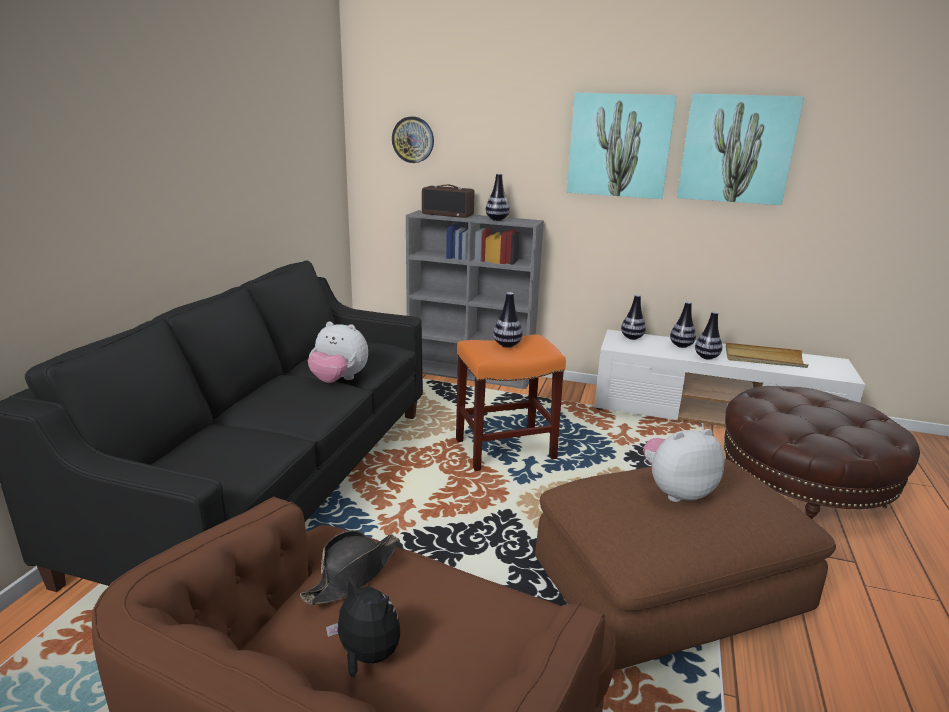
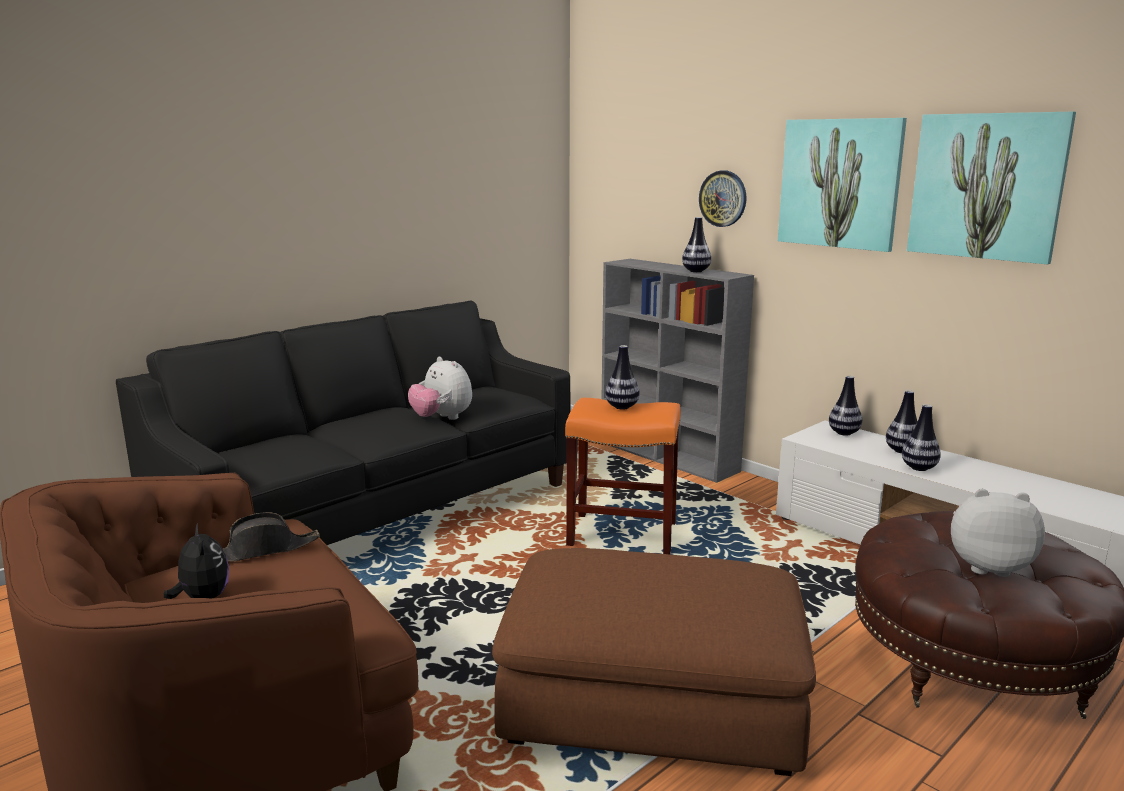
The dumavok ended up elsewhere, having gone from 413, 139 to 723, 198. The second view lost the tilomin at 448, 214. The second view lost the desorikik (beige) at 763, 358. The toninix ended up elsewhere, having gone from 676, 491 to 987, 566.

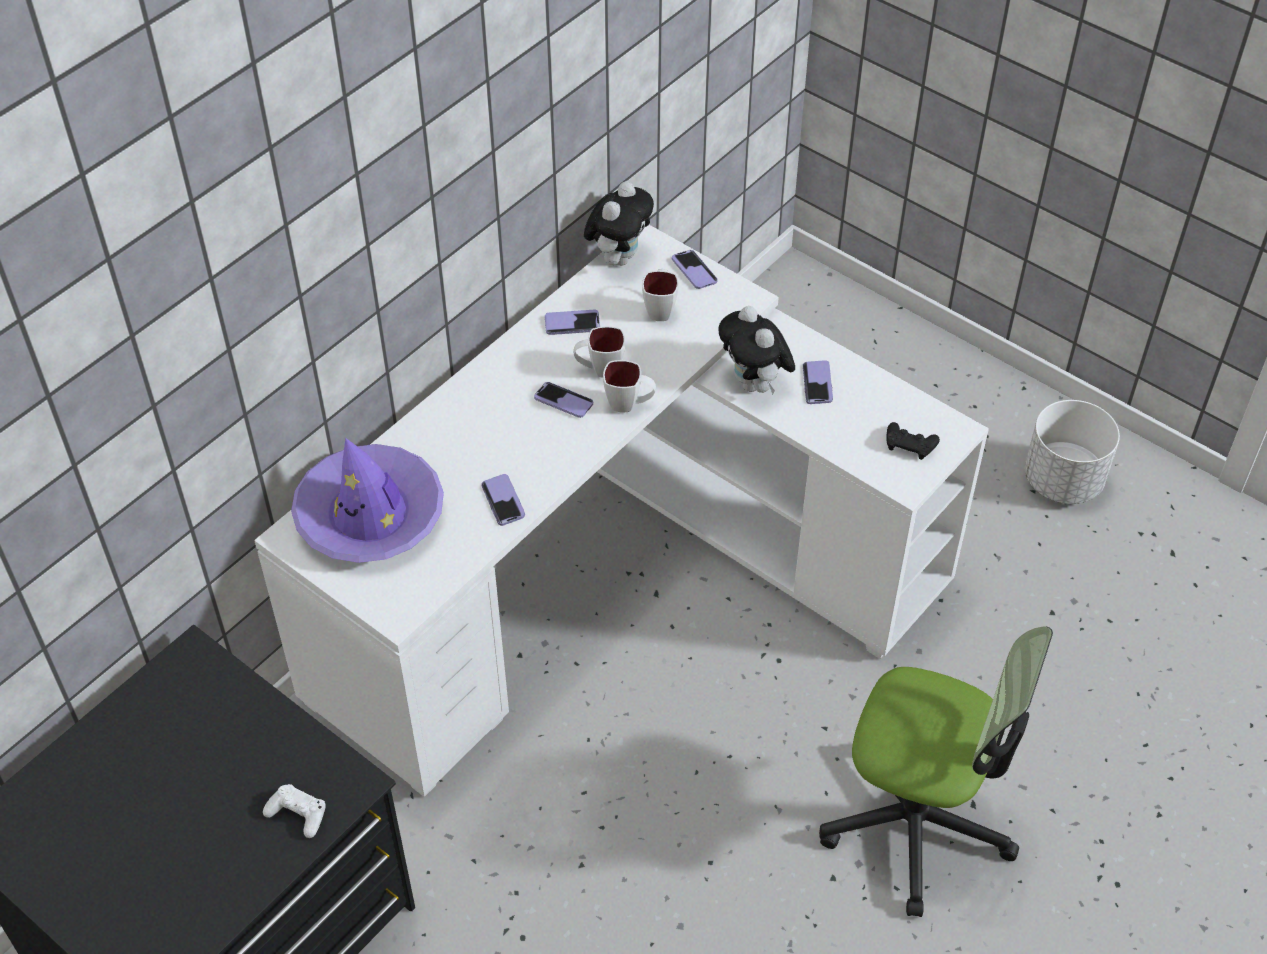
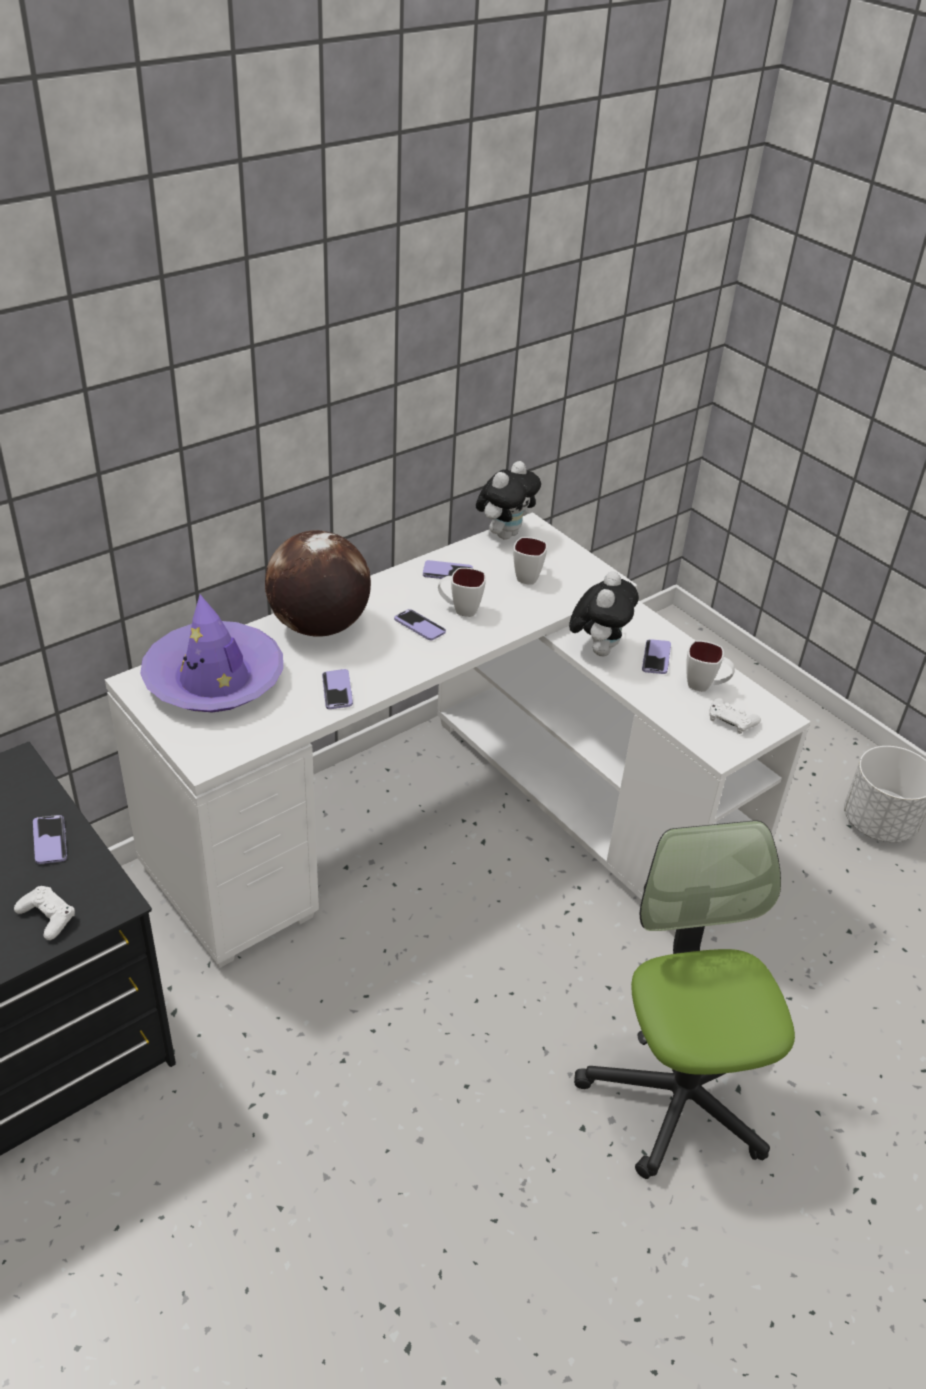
The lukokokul ended up elsewhere, having gone from 694, 270 to 50, 841. The toninix at 755, 385 ended up facing another way, 150 degrees counterclockwise from before. The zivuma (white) ended up elsewhere, having gone from 629, 405 to 705, 686. What was the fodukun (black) at 910, 445 turned into the fodukun (white) at 731, 720. The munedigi at 917, 822 ended up facing another way, 135 degrees counterclockwise from before. The second view gained the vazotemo at 318, 626.

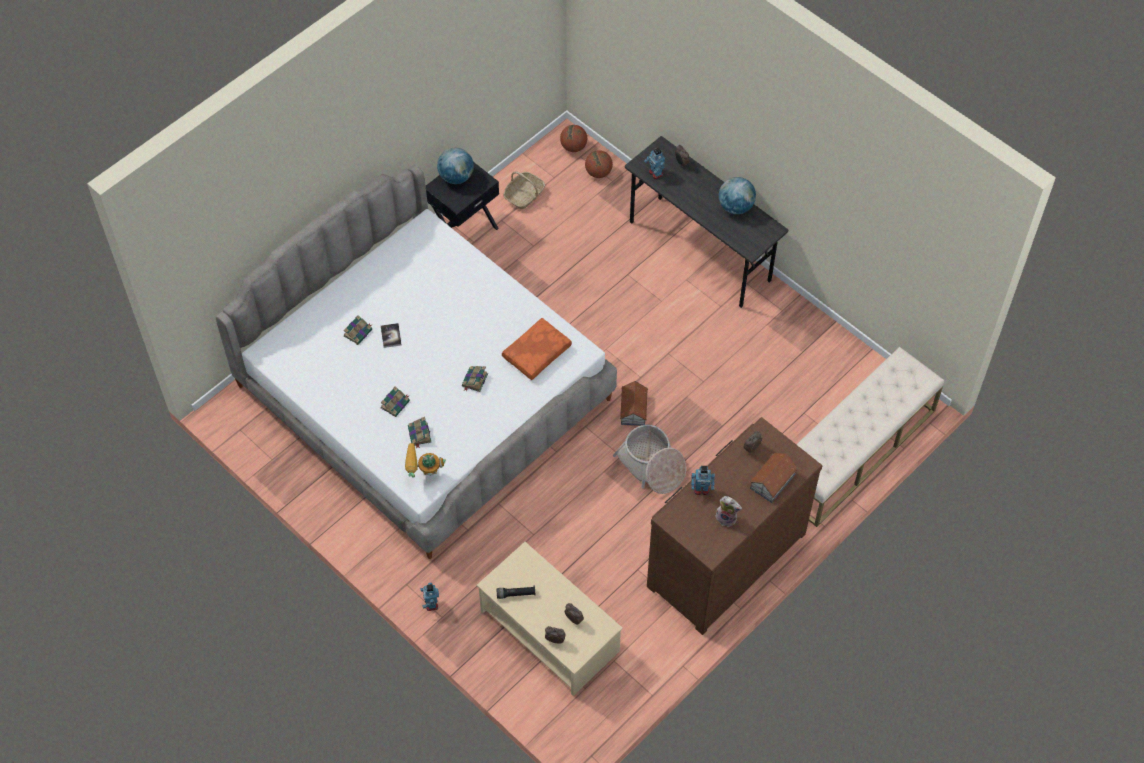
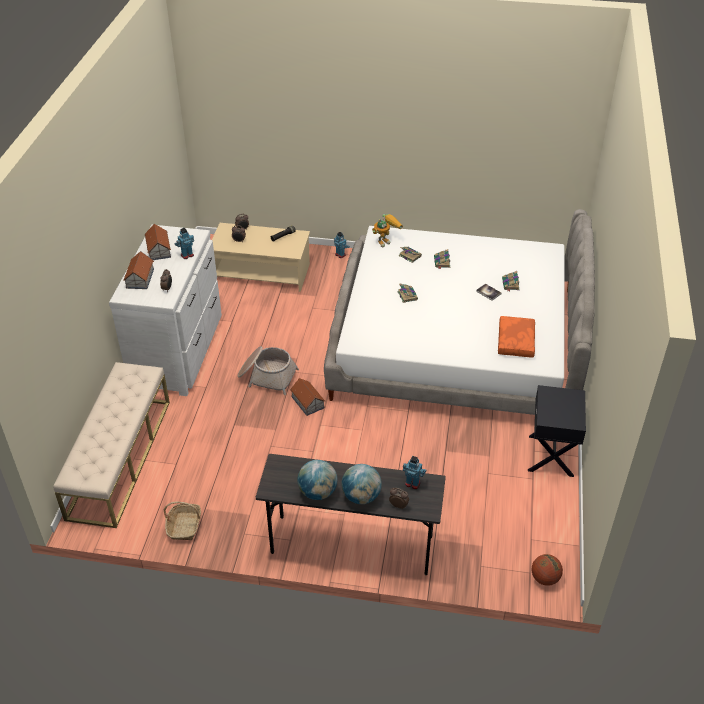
The vazotemo ended up elsewhere, having gone from 456, 177 to 361, 496. The second view lost the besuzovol at 598, 173. The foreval ended up elsewhere, having gone from 524, 195 to 184, 526. The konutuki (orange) ended up elsewhere, having gone from 536, 352 to 516, 342. What was the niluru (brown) at 723, 558 turned into the niluru (white) at 179, 351. Where the toninix stood at 727, 518, the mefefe came to stand at 159, 249.

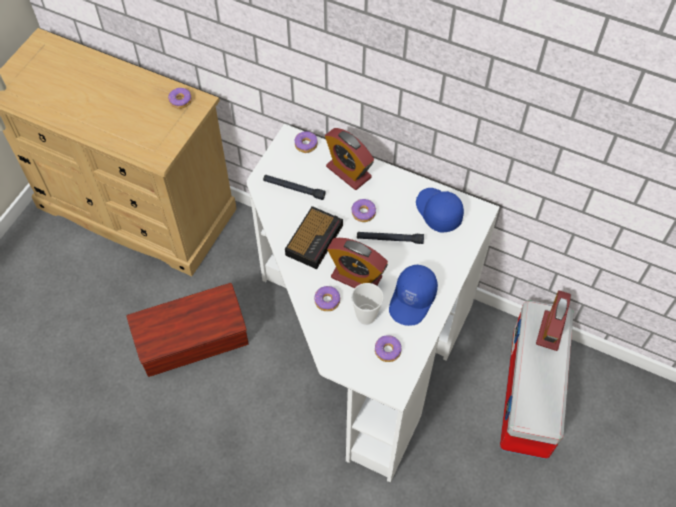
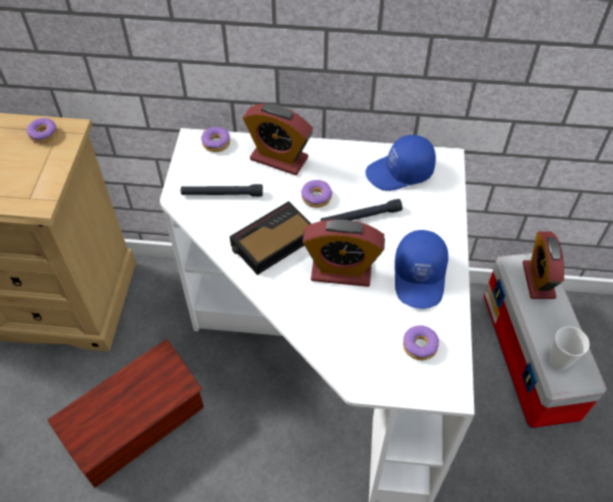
The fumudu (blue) at 437, 212 ended up facing another way, 60 degrees counterclockwise from before. The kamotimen at 315, 239 ended up facing another way, 135 degrees counterclockwise from before. The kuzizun ended up elsewhere, having gone from 366, 316 to 559, 361. The second view lost the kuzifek at 327, 301.

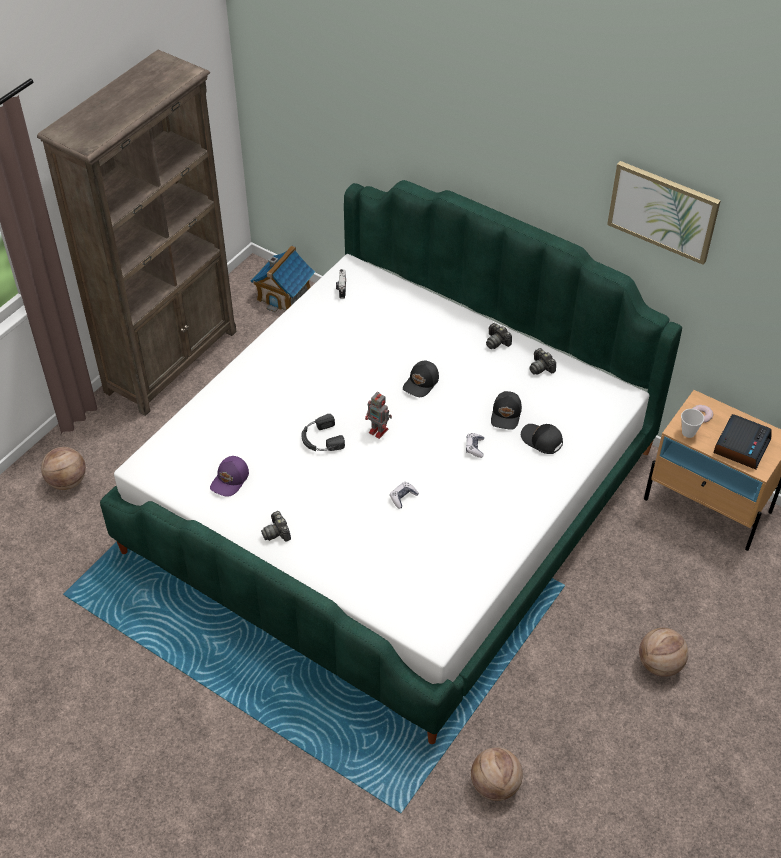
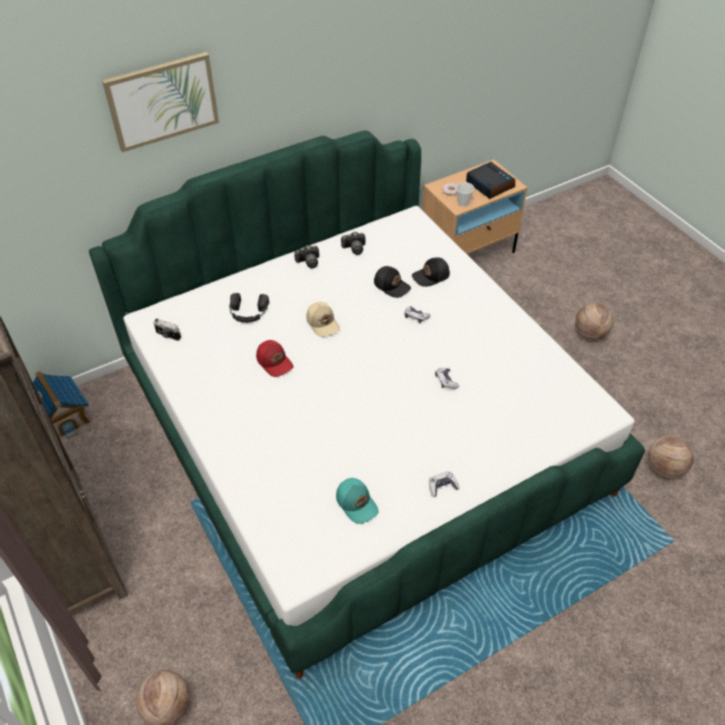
The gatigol ended up elsewhere, having gone from 663, 211 to 162, 101. What was the fumudu (black) at 421, 383 turned into the fumudu (beige) at 323, 323. The second view lost the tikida at 379, 431. The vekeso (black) ended up elsewhere, having gone from 321, 439 to 248, 312. What was the fumudu (purple) at 230, 480 turned into the fumudu (turquoise) at 357, 503. Where the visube stood at 277, 532, the fodukun came to stand at 442, 486. The second view gained the fumudu (red) at 275, 362.

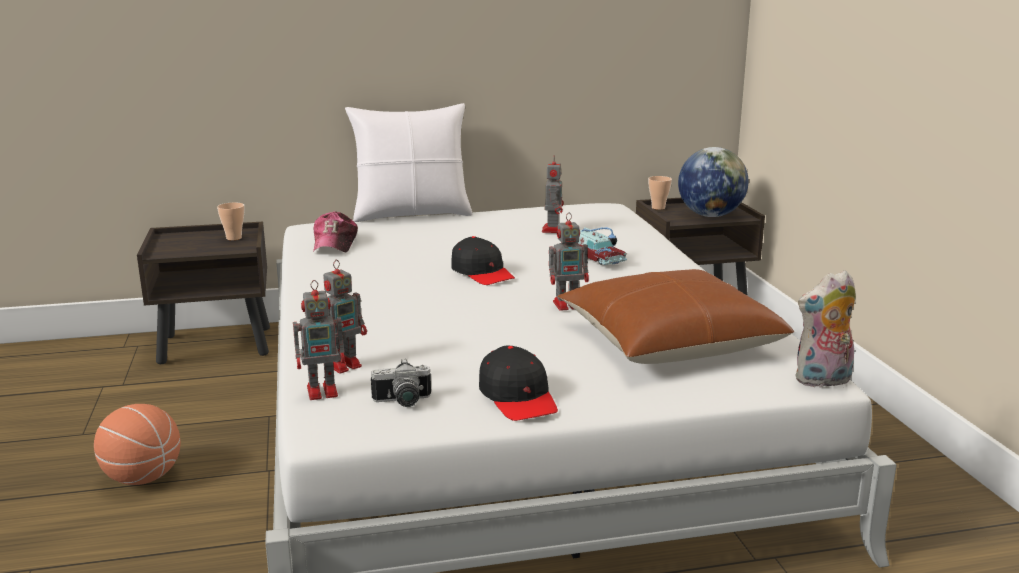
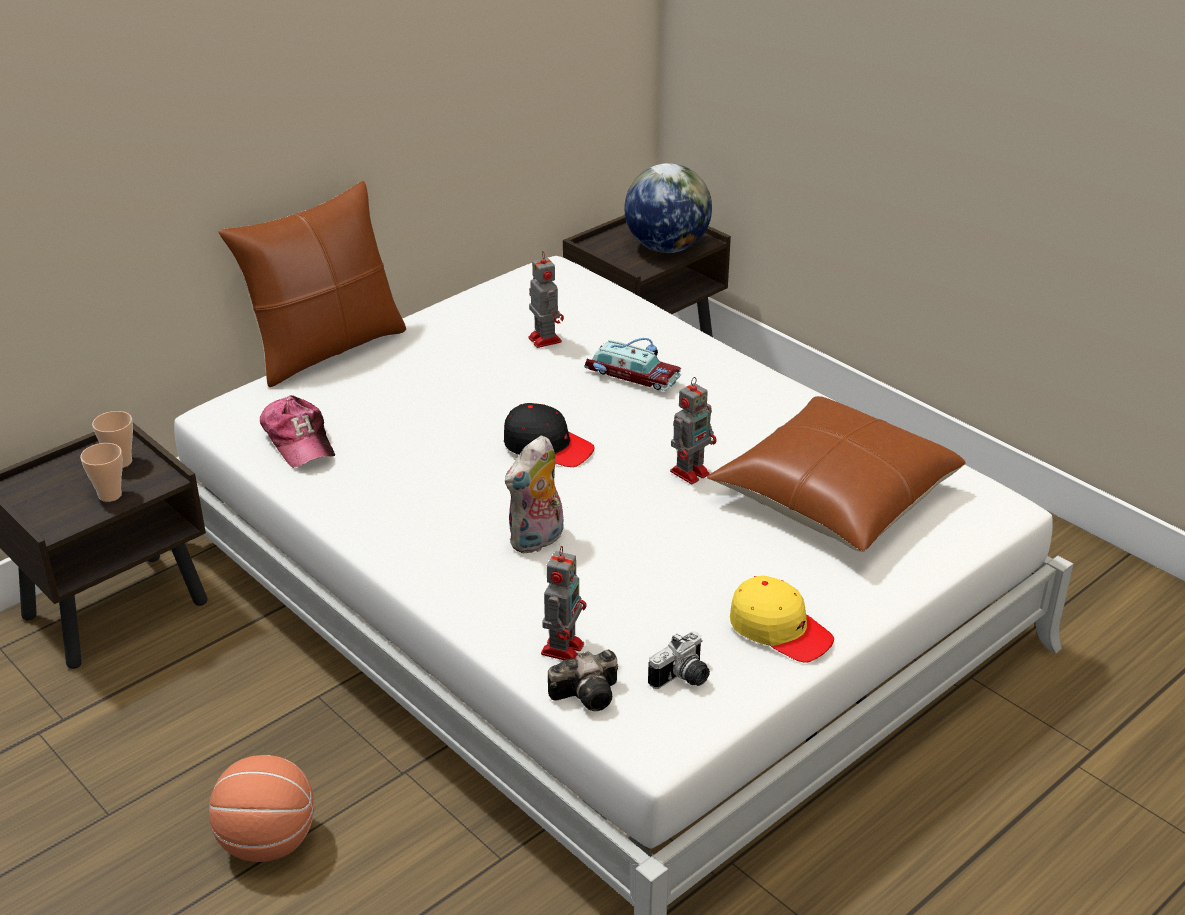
What was the konutuki (white) at 411, 214 turned into the konutuki (brown) at 326, 349. The kuzizun ended up elsewhere, having gone from 658, 207 to 110, 495. The toninix ended up elsewhere, having gone from 823, 381 to 537, 541. Where the tikida stood at 324, 391, the visube came to stand at 589, 694. What was the fumudu (black) at 518, 397 turned into the fumudu (yellow) at 779, 630.

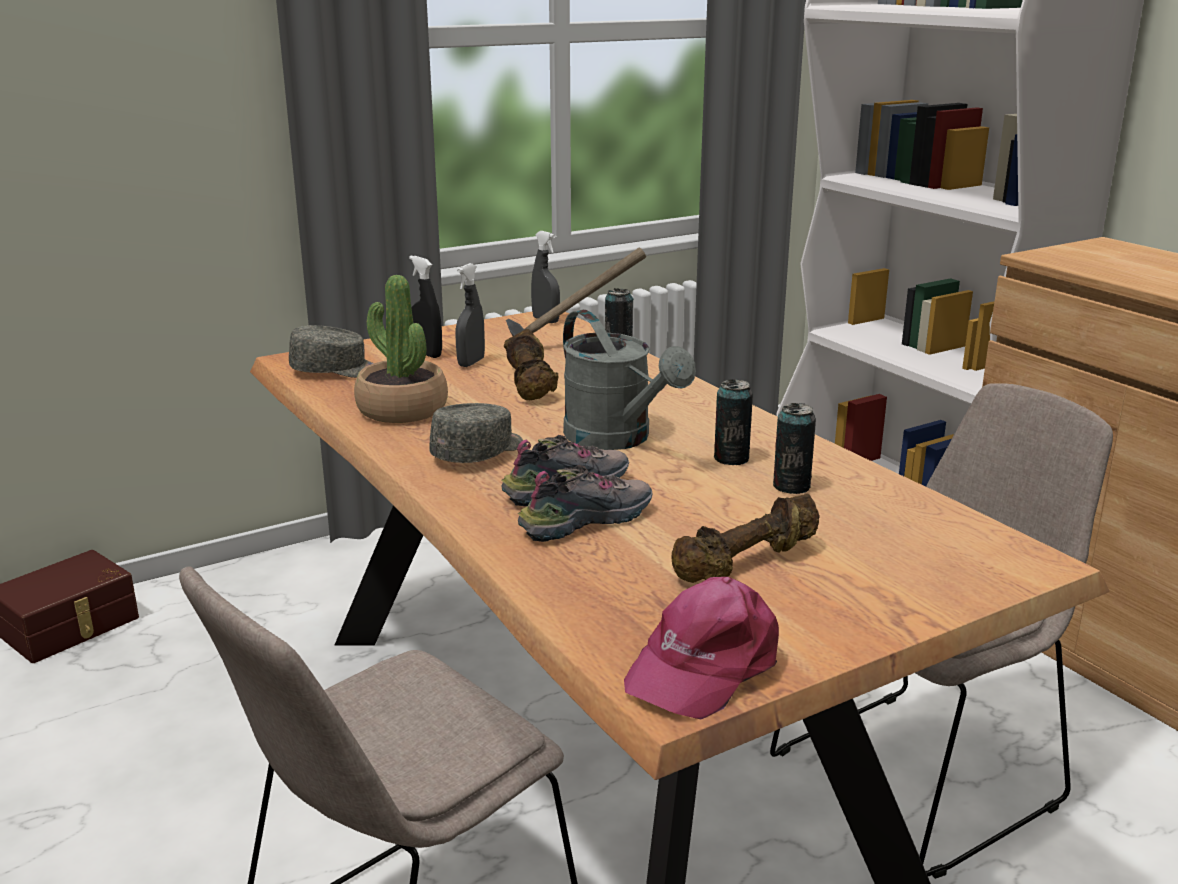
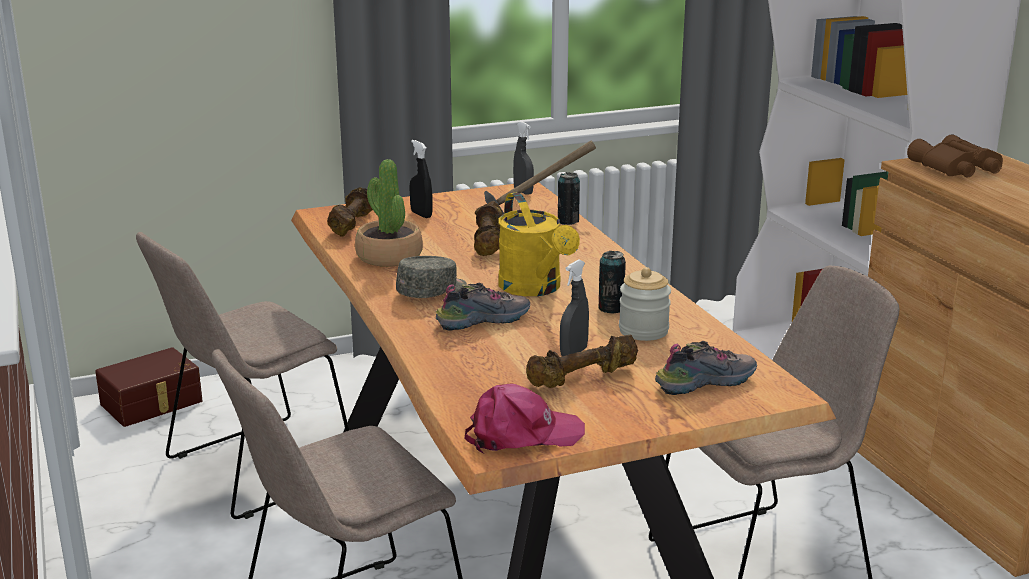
The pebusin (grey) ended up elsewhere, having gone from 471, 363 to 573, 353. What was the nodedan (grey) at 617, 439 turned into the nodedan (yellow) at 535, 289. Where the fumudu (grey) stood at 336, 371, the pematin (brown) came to stand at 351, 224. Where the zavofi stood at 791, 486, the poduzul came to stand at 643, 331. The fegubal ended up elsewhere, having gone from 586, 521 to 705, 382. The fumudu (pink) at 703, 665 ended up facing another way, 150 degrees counterclockwise from before. The second view gained the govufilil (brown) at 955, 168. The second view gained the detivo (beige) at 254, 470.

